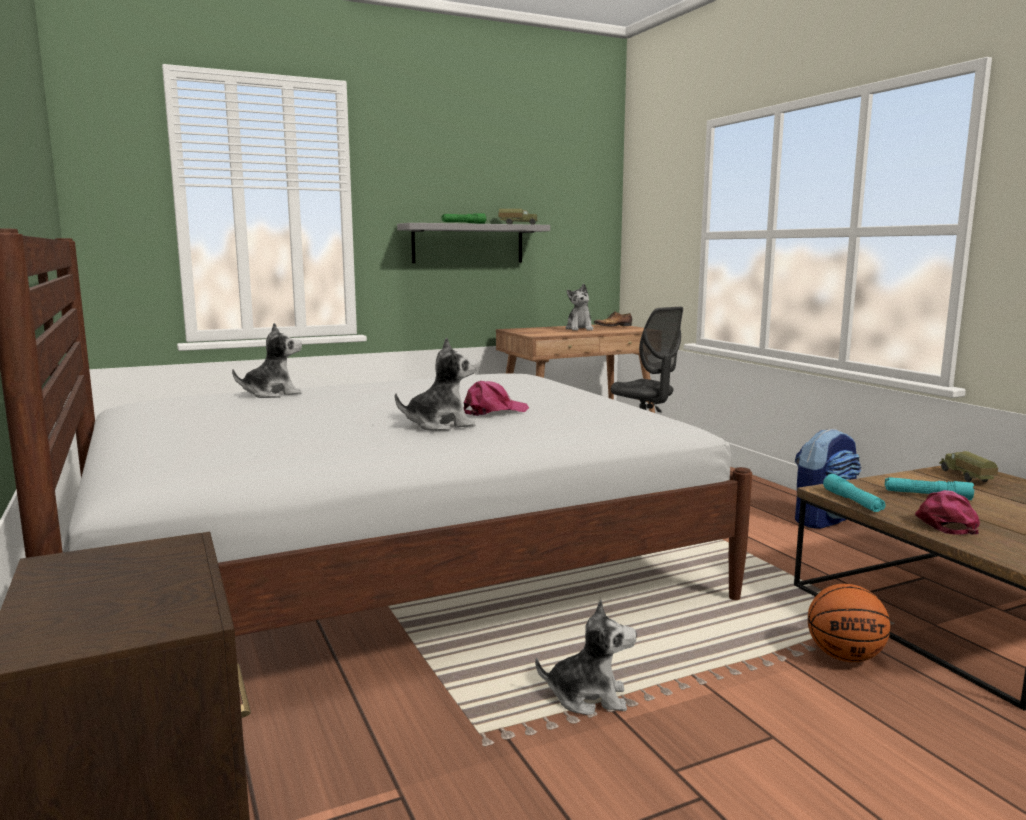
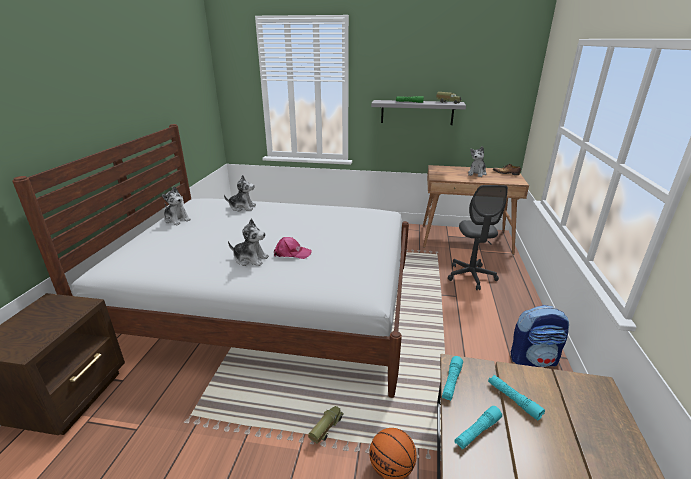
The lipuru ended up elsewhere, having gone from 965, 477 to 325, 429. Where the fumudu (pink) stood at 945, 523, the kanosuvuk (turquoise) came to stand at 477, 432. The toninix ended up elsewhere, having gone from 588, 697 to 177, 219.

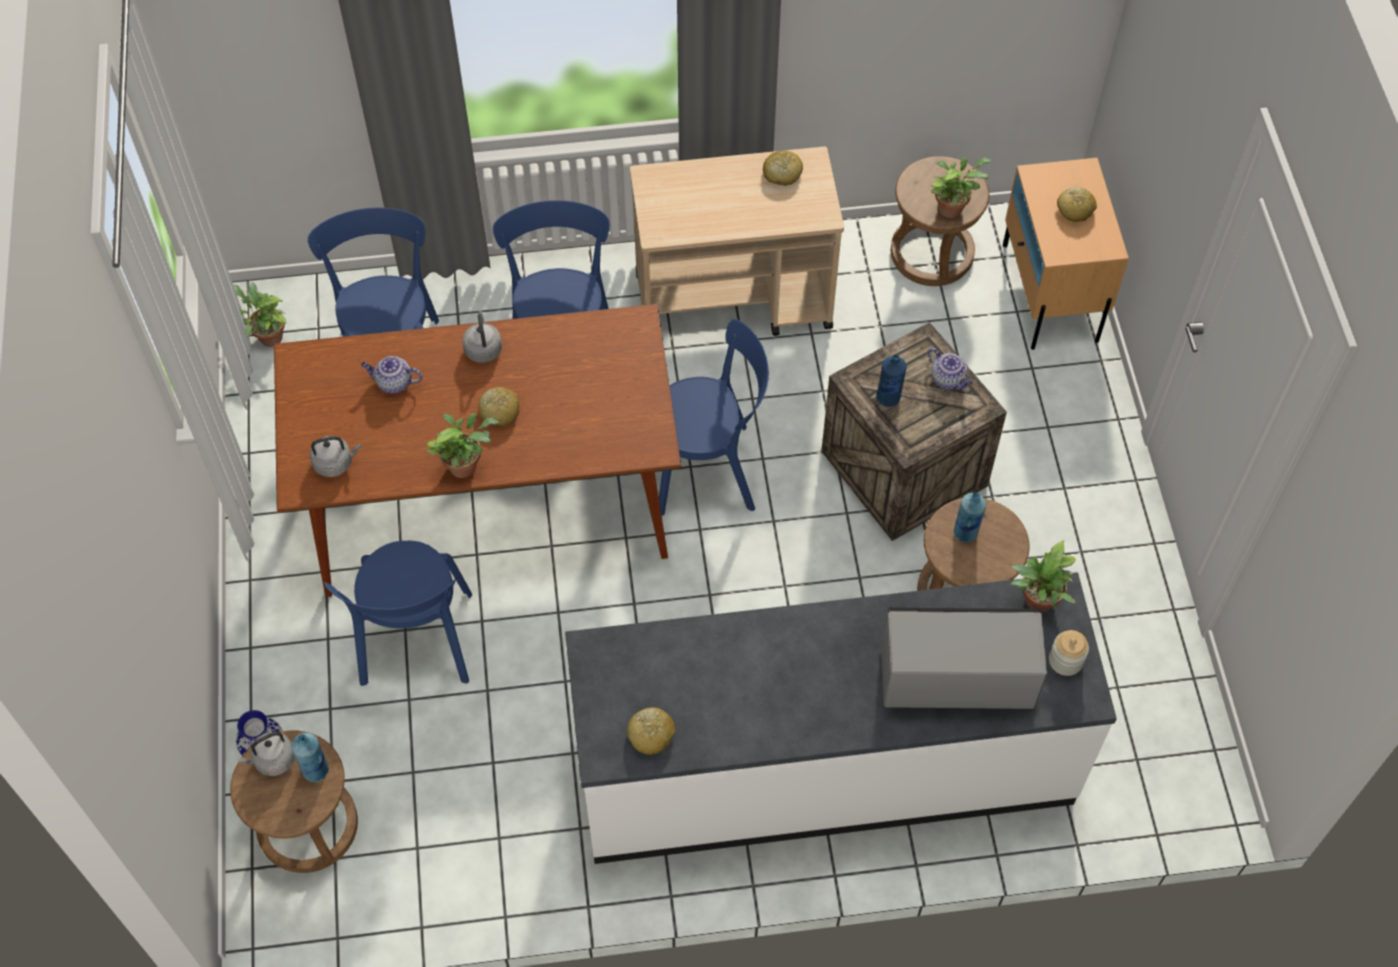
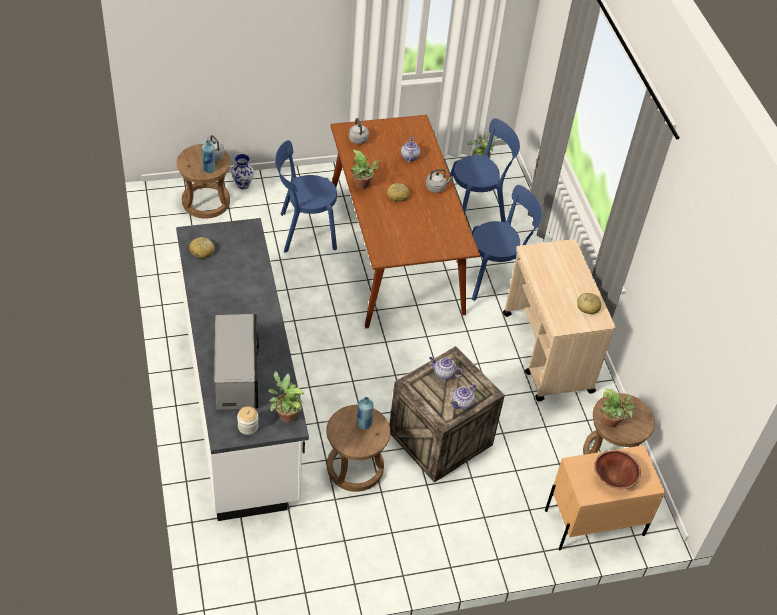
Where the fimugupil stood at 1075, 209, the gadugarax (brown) came to stand at 615, 476. The second view lost the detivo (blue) at 709, 469. Where the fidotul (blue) stood at 888, 398, the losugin came to stand at 443, 374.

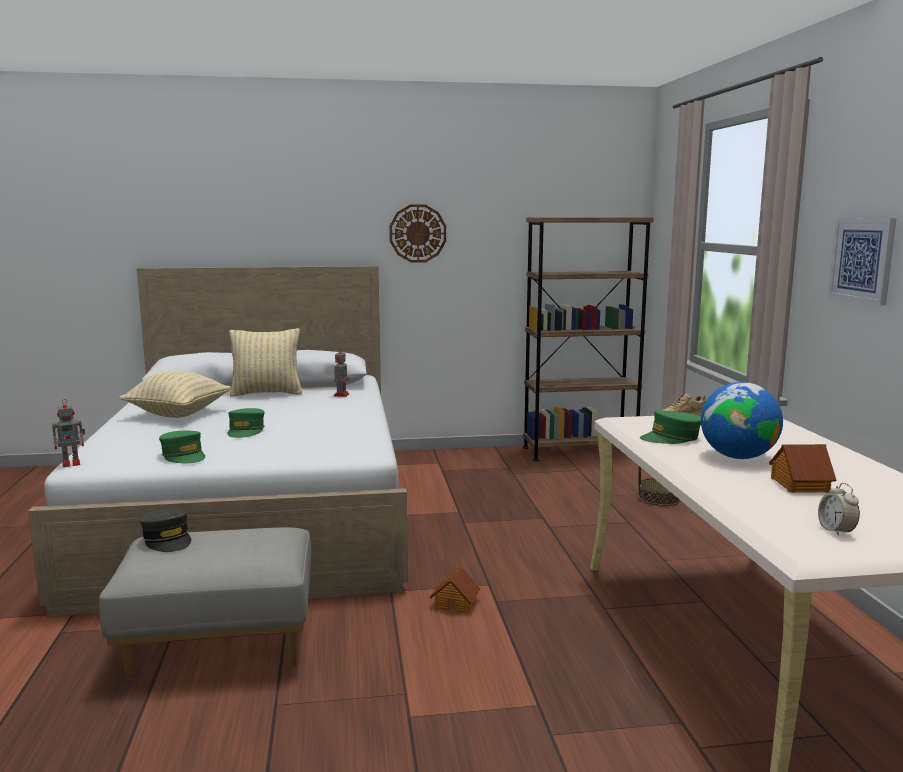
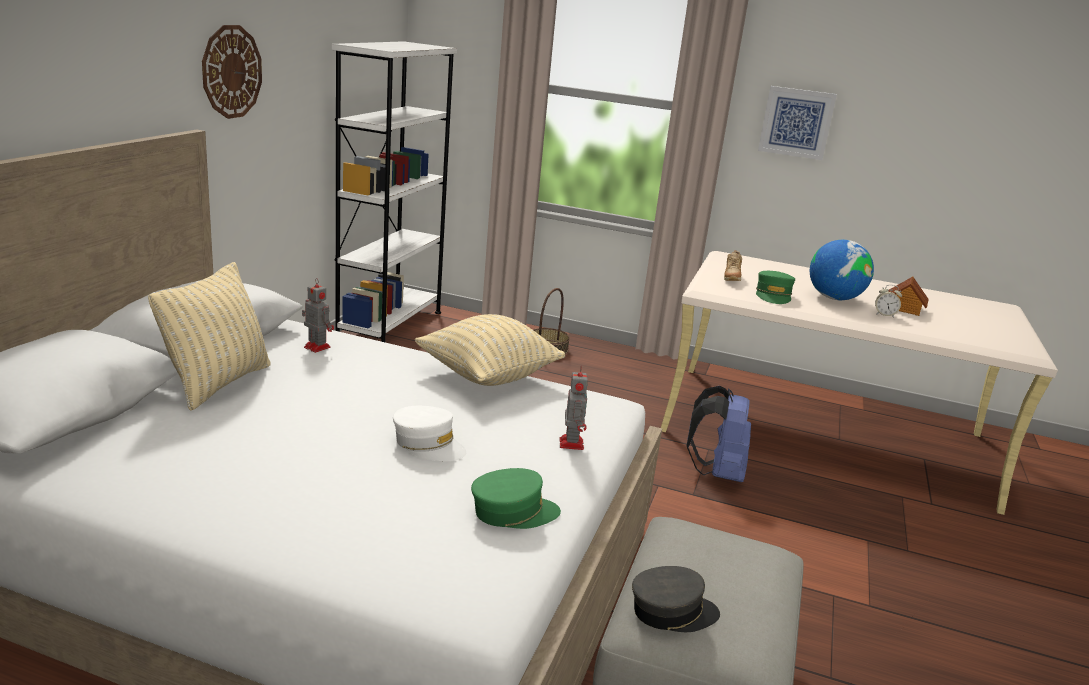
What was the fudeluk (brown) at 579, 451 turned into the fudeluk (white) at 390, 325. The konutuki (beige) ended up elsewhere, having gone from 178, 414 to 488, 376. The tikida ended up elsewhere, having gone from 72, 463 to 571, 443. What was the fumudu (green) at 246, 431 turned into the fumudu (white) at 428, 444. The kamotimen ended up elsewhere, having gone from 836, 531 to 884, 315. The second view lost the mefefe at 456, 603. The second view gained the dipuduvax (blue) at 717, 473.

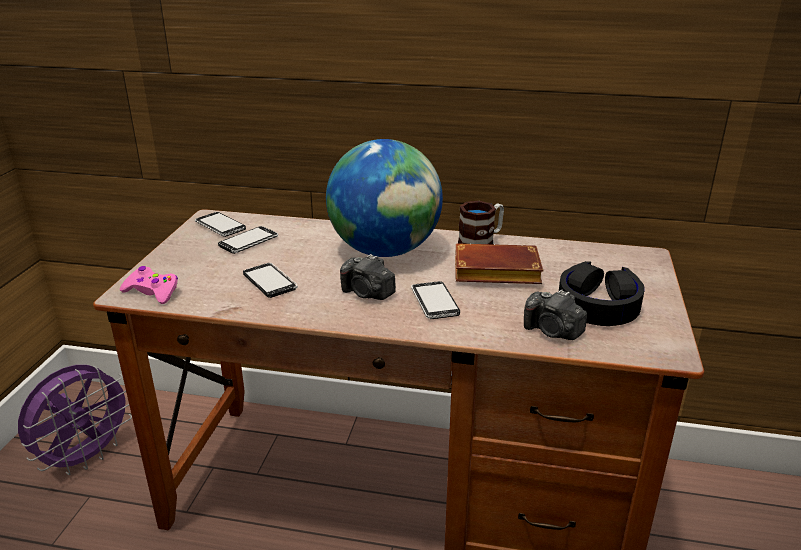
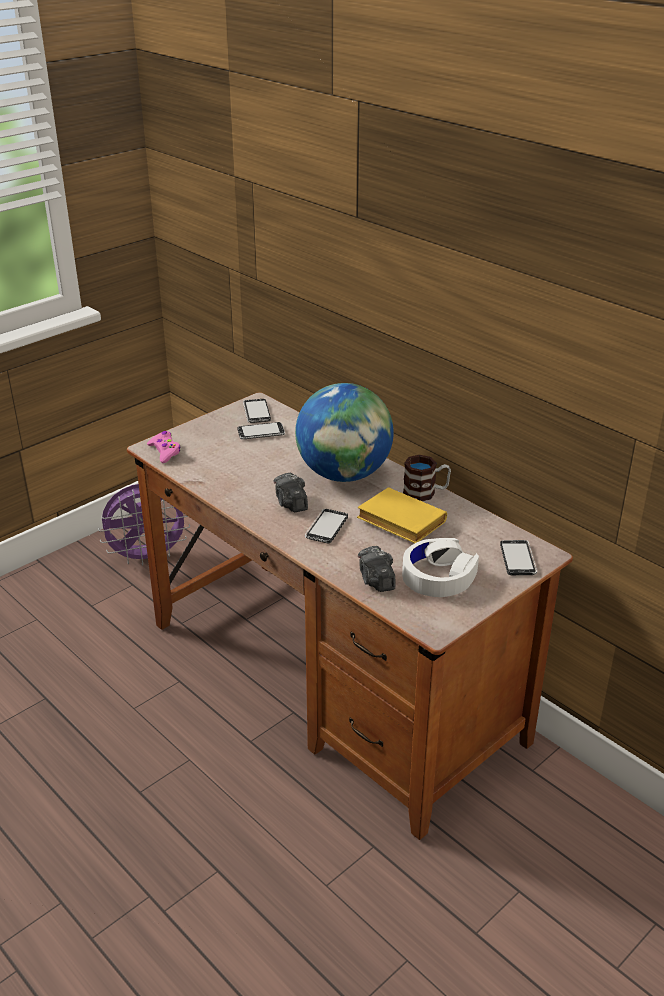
What was the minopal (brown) at 494, 273 turned into the minopal (yellow) at 398, 522. What was the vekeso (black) at 598, 305 turned into the vekeso (white) at 438, 576. The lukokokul ended up elsewhere, having gone from 270, 282 to 518, 559.

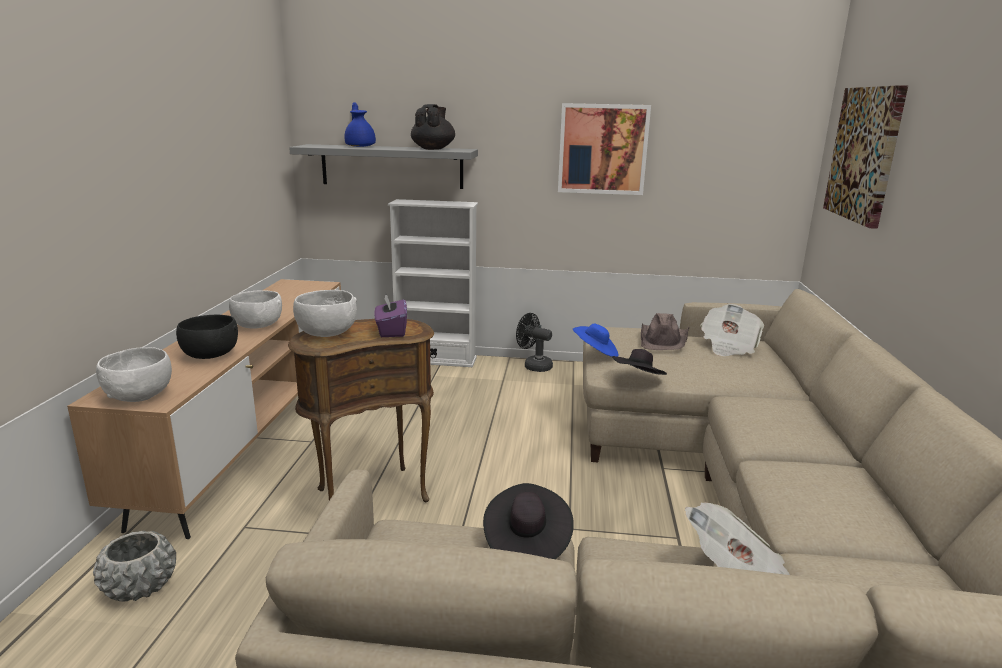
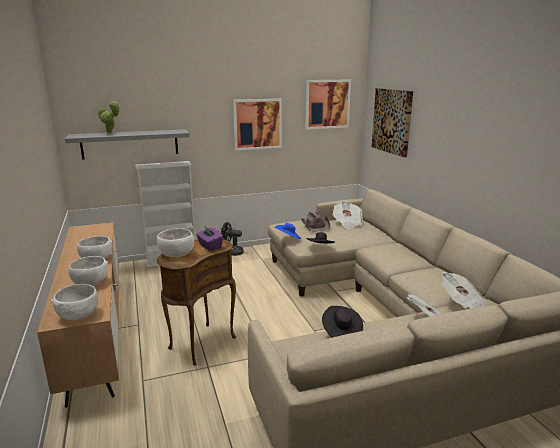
Where the losugin (blue) stood at 360, 146, the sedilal came to stand at 110, 133. The second view lost the losugin (black) at 433, 149. What was the gadugarax (black) at 210, 355 turned into the gadugarax (white) at 90, 283. The second view lost the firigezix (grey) at 139, 586. The second view gained the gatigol at 327, 104. The second view gained the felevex at 463, 304.

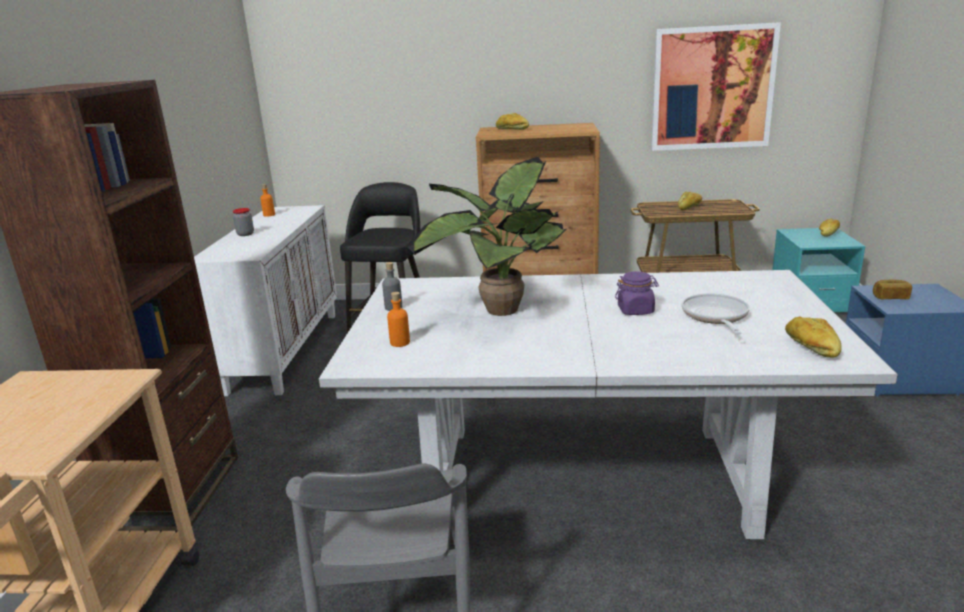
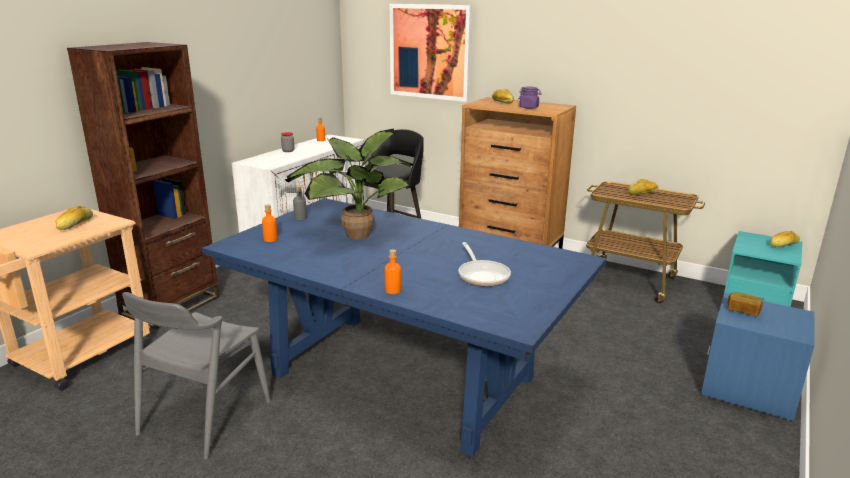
The gatigol ended up elsewhere, having gone from 712, 88 to 430, 52. What was the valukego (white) at 584, 477 turned into the valukego (blue) at 400, 375. The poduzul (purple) ended up elsewhere, having gone from 636, 310 to 529, 107. The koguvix at 715, 317 ended up facing another way, 135 degrees clockwise from before. The fimugupil ended up elsewhere, having gone from 811, 347 to 75, 224. The second view gained the fidotul (orange) at 393, 290.

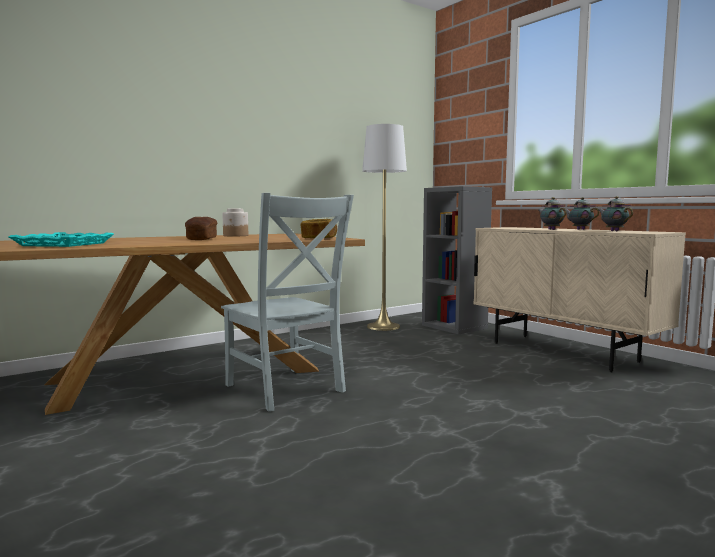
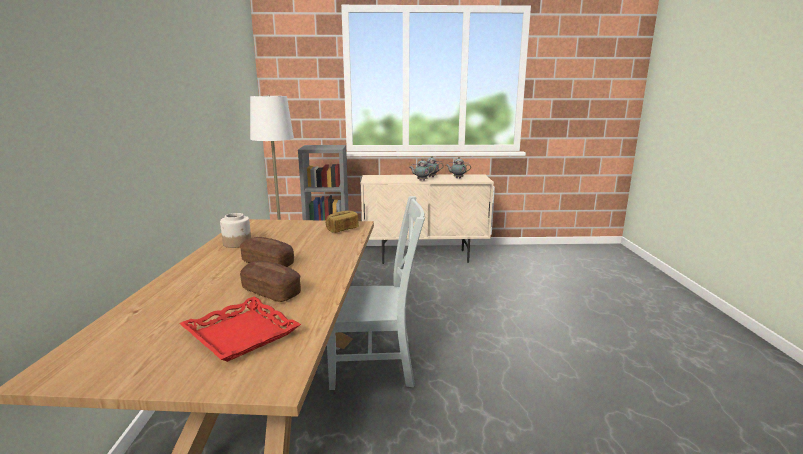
What was the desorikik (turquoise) at 64, 244 turned into the desorikik (red) at 240, 334. The second view gained the fimugupil at 271, 292.

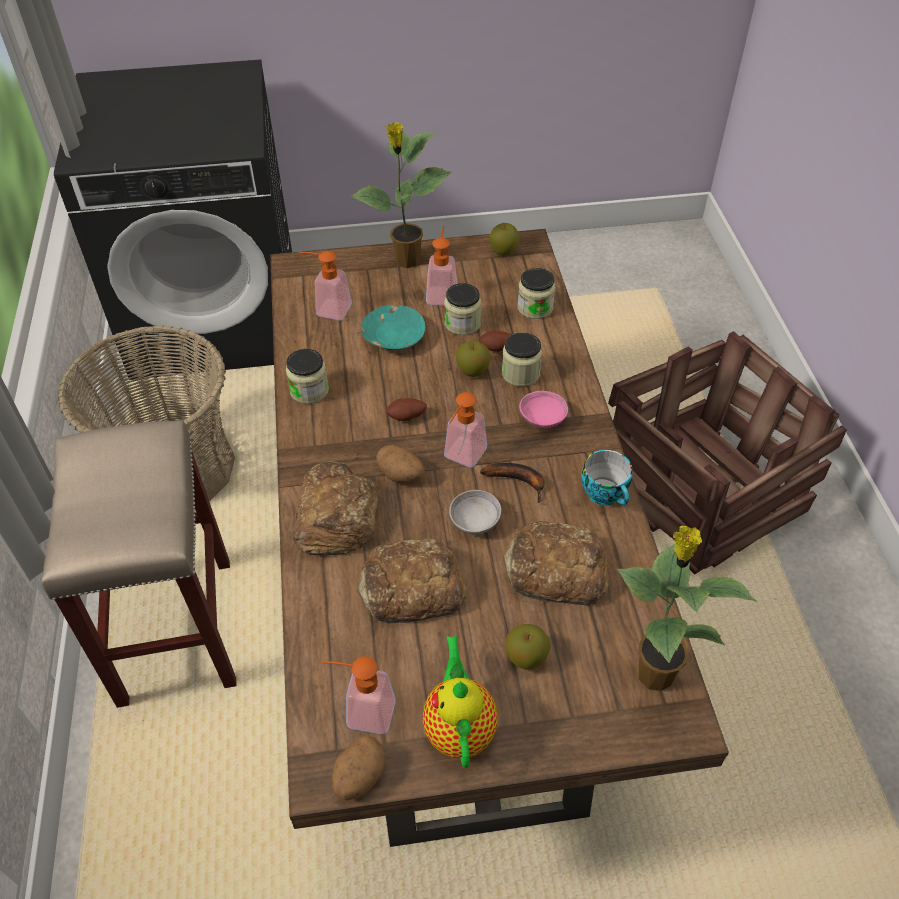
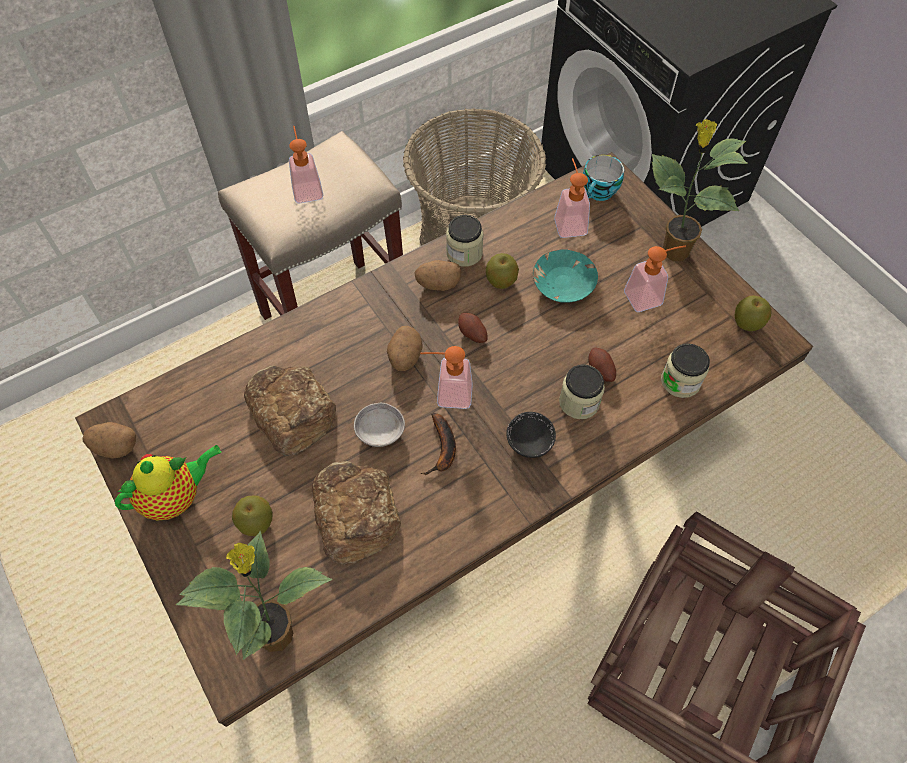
The second view lost the poduzul at 462, 323. The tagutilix ended up elsewhere, having gone from 473, 370 to 501, 281. What was the gadugarax (pink) at 542, 419 turned into the gadugarax (black) at 529, 441. The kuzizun ended up elsewhere, having gone from 606, 493 to 599, 192. The second view lost the fimugupil at 335, 516. The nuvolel ended up elsewhere, having gone from 362, 711 to 307, 188. The second view gained the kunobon at 438, 284.

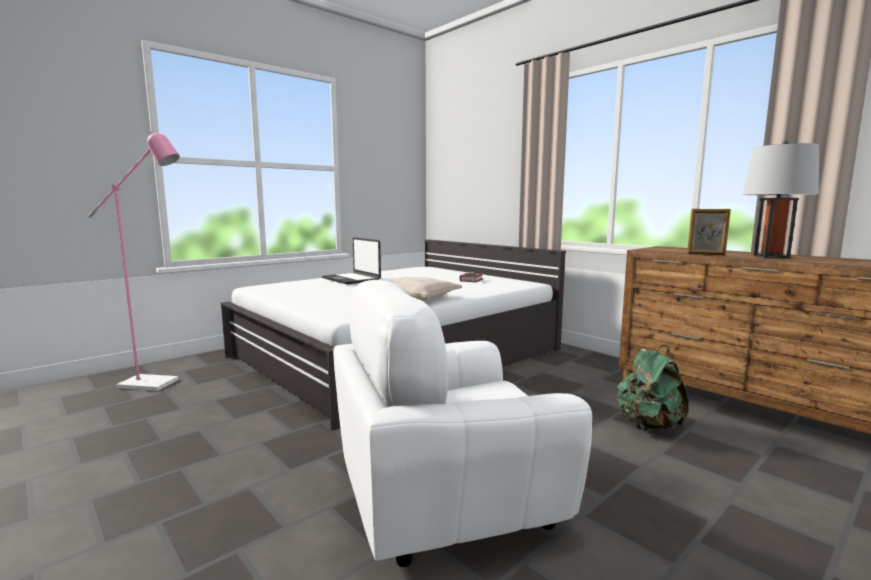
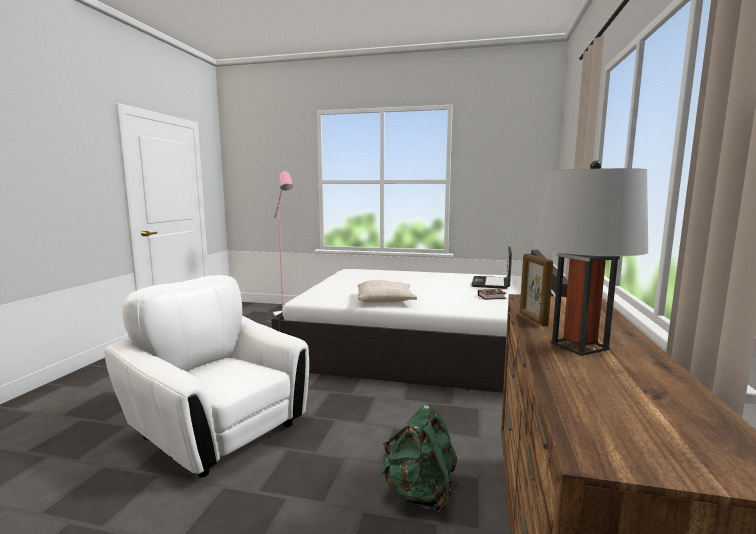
The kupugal ended up elsewhere, having gone from 351, 279 to 491, 283.

